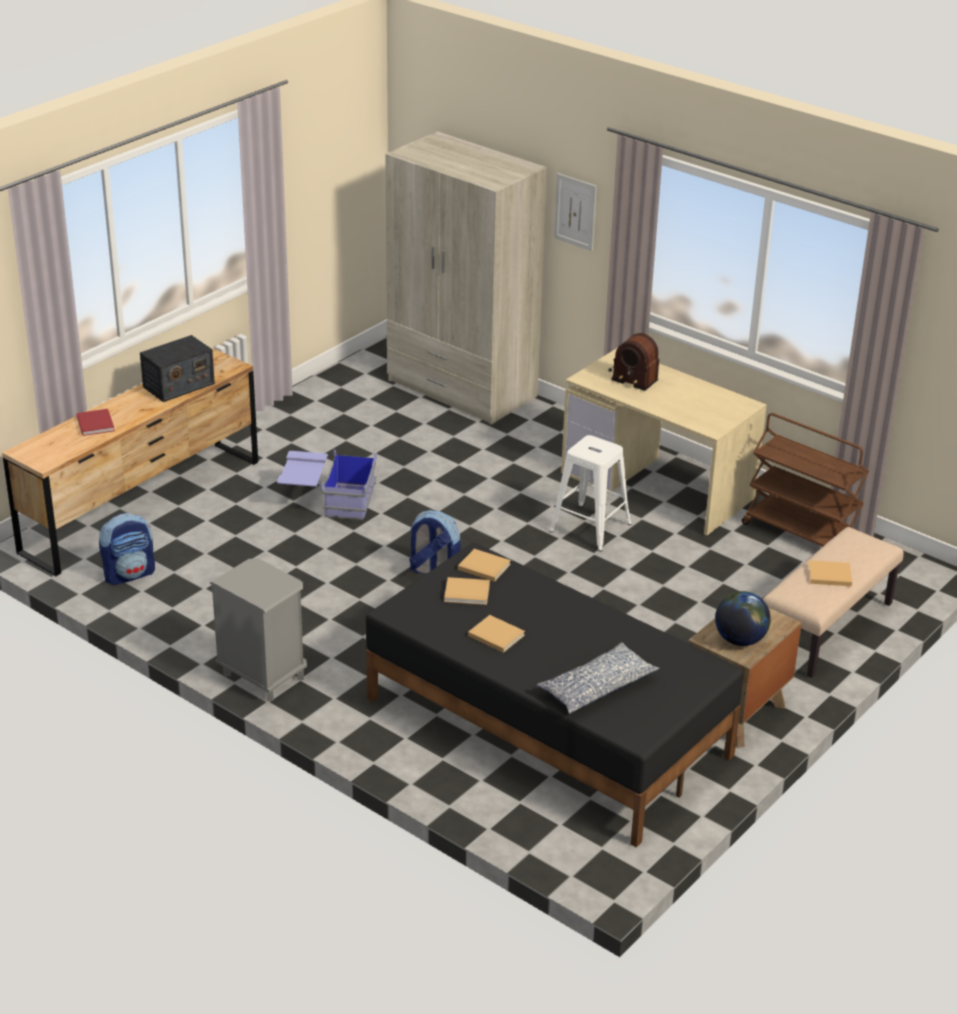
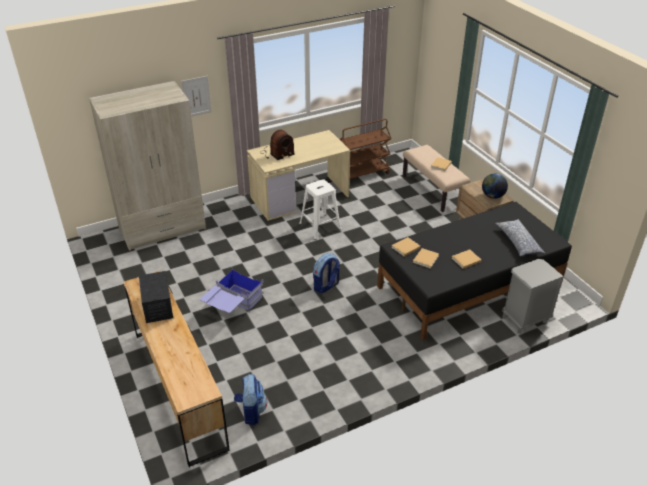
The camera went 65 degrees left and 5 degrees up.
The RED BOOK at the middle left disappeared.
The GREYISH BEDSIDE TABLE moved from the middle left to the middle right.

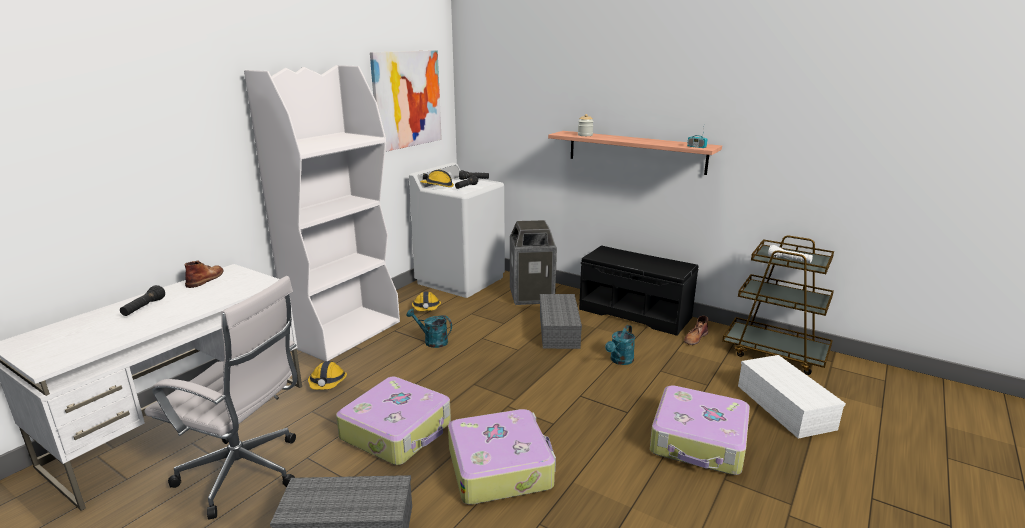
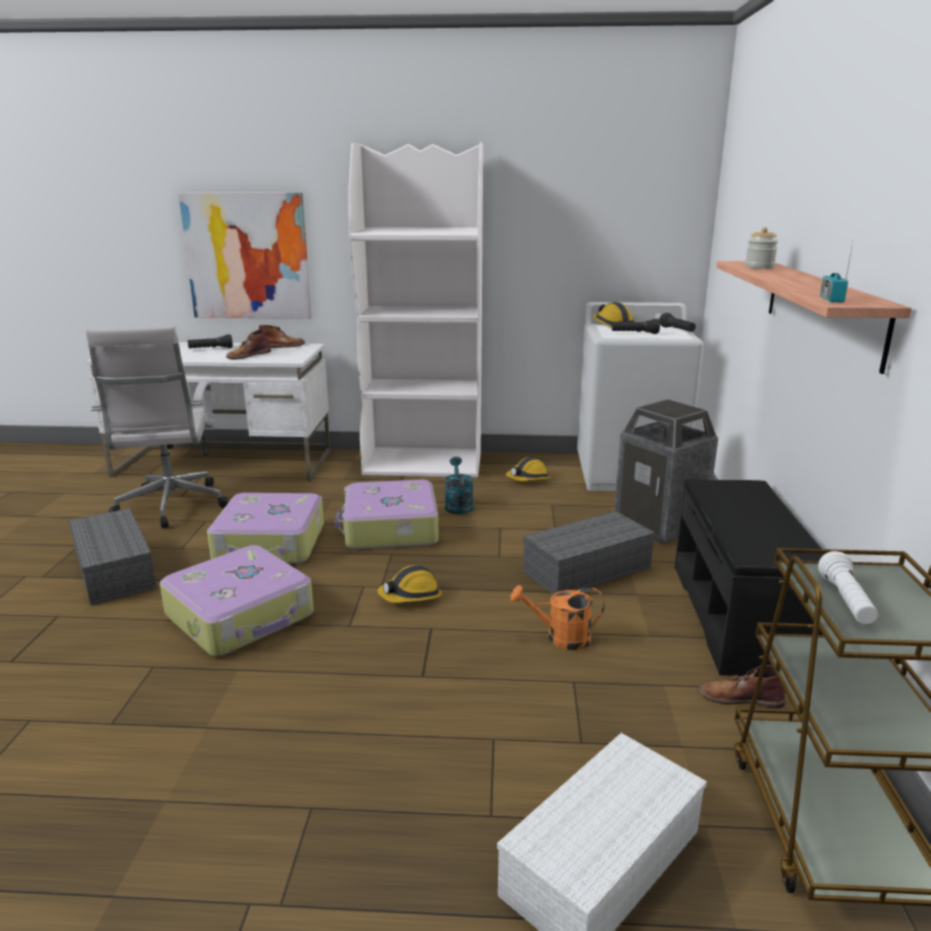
The camera went 60 degrees right and 0 degrees up.
The BROWNISH HIGH-TOP BOOT (no. 1 from left) at the middle left appeared.
The HARD HAT (no. 1 from left) moved from the bottom left to the centre.
The PICTURE moved from the top centre to the top left.
The TRAVEL CASE (no. 3 from left) moved from the bottom right to the centre.
The TURQUOISE WATERING POT (no. 2 from left) at the centre became the ORANGE WATERING POT at the centre.

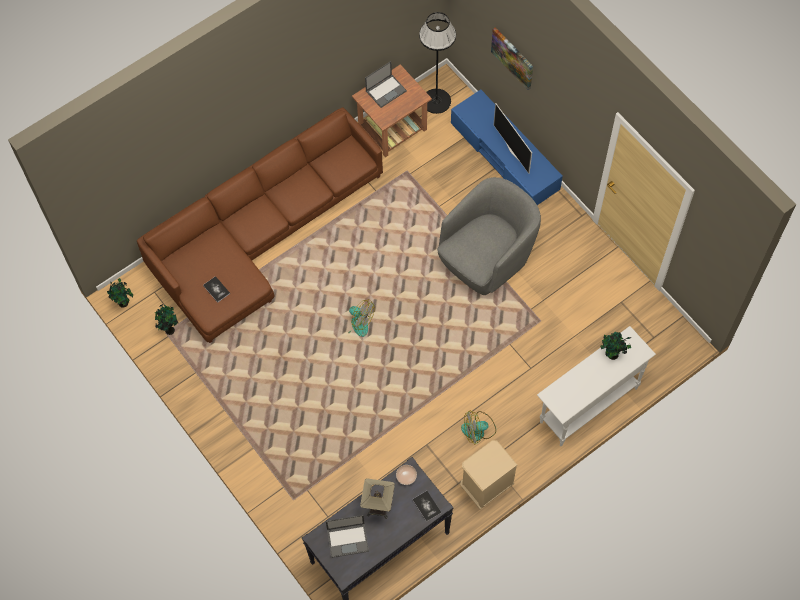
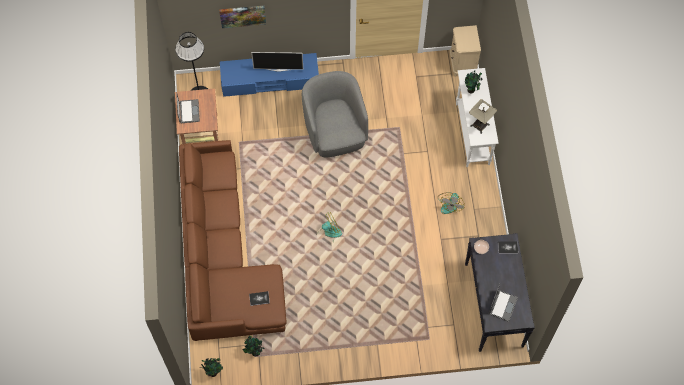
The camera went 60 degrees left and 0 degrees up.
The TABLE LAMP moved from the bottom centre to the top right.
The BEIGE-COLOURED BEDSIDE TABLE moved from the bottom centre to the top right.

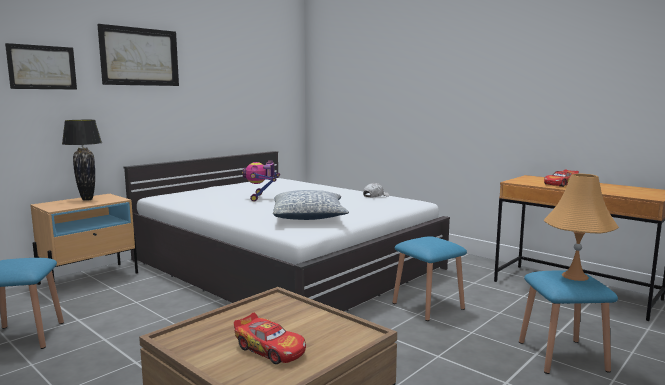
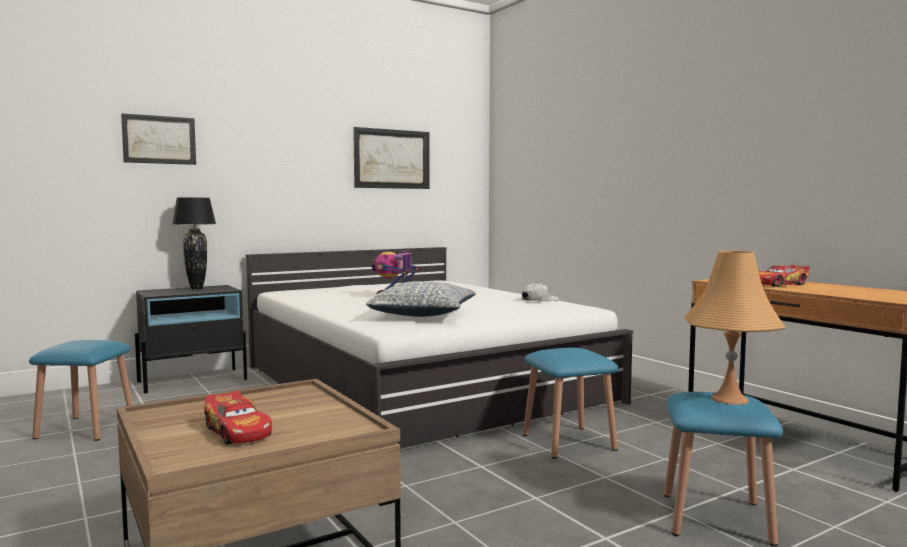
The camera went 15 degrees right and 5 degrees down.
The PICTURE (no. 2 from left) moved from the top left to the top centre.
The BEIGE-COLOURED BEDSIDE TABLE at the middle left became the BLACK-COLOURED BEDSIDE TABLE at the middle left.

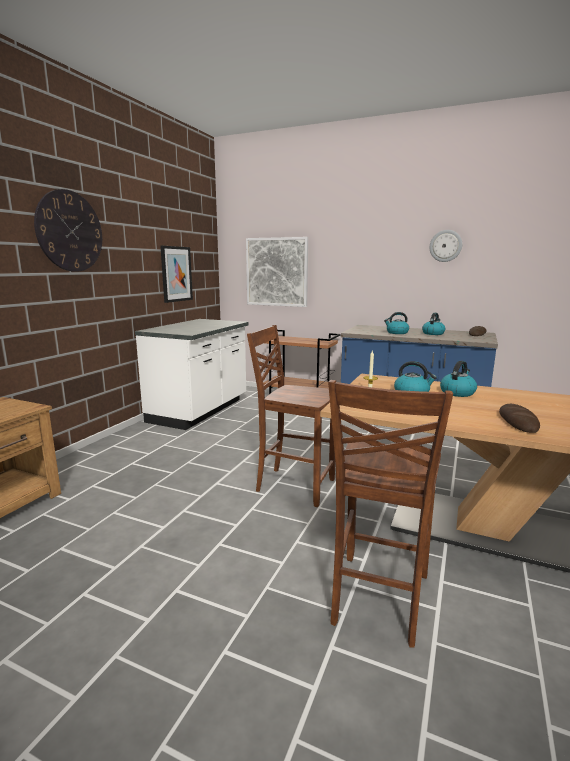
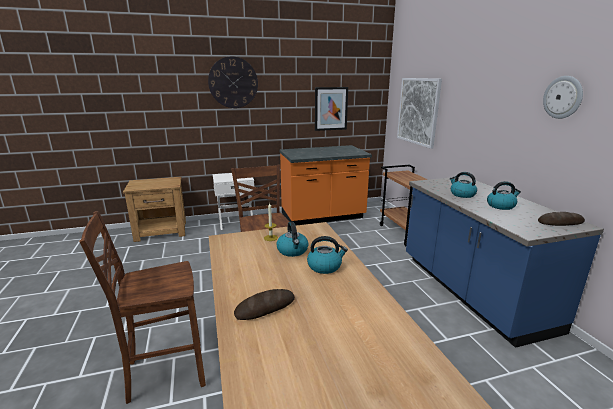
The camera went 50 degrees right and 5 degrees up.
The WHITE-COLOURED BEDSIDE TABLE at the centre appeared.
The WHITE-COLOURED KITCHEN BASE UNIT at the centre became the ORANGE KITCHEN BASE UNIT at the centre.

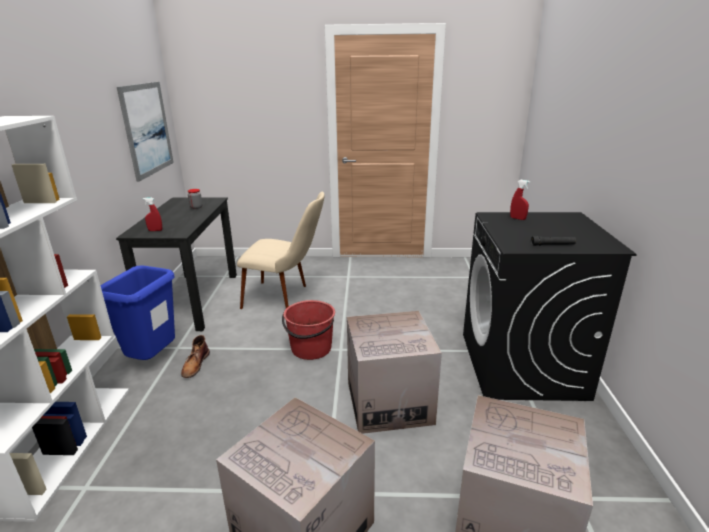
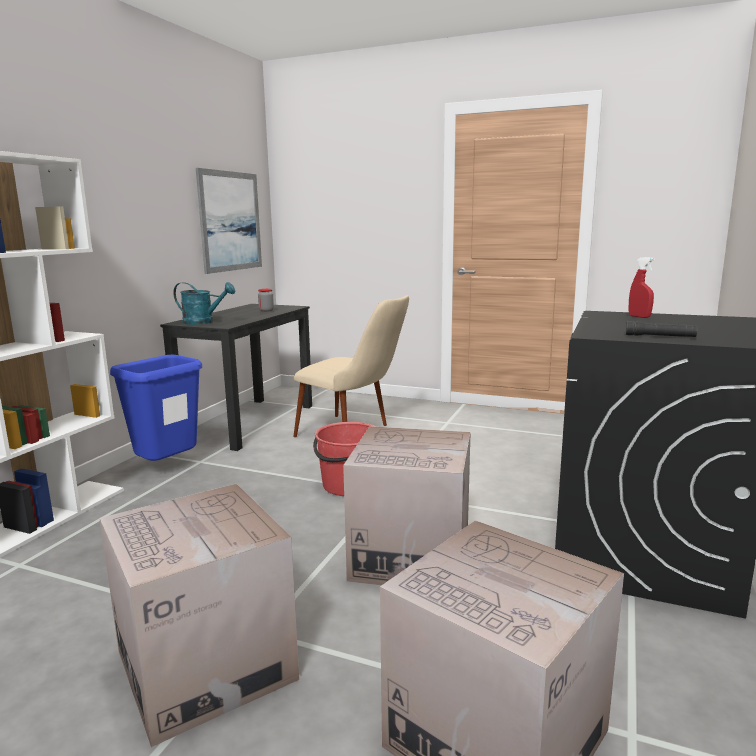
The camera went 20 degrees right and 10 degrees down.
The BROWNISH HIGH-TOP BOOT at the bottom left disappeared.
The RED SPRAYER (no. 1 from left) at the middle left was replaced by the TURQUOISE WATERING POT at the middle left.

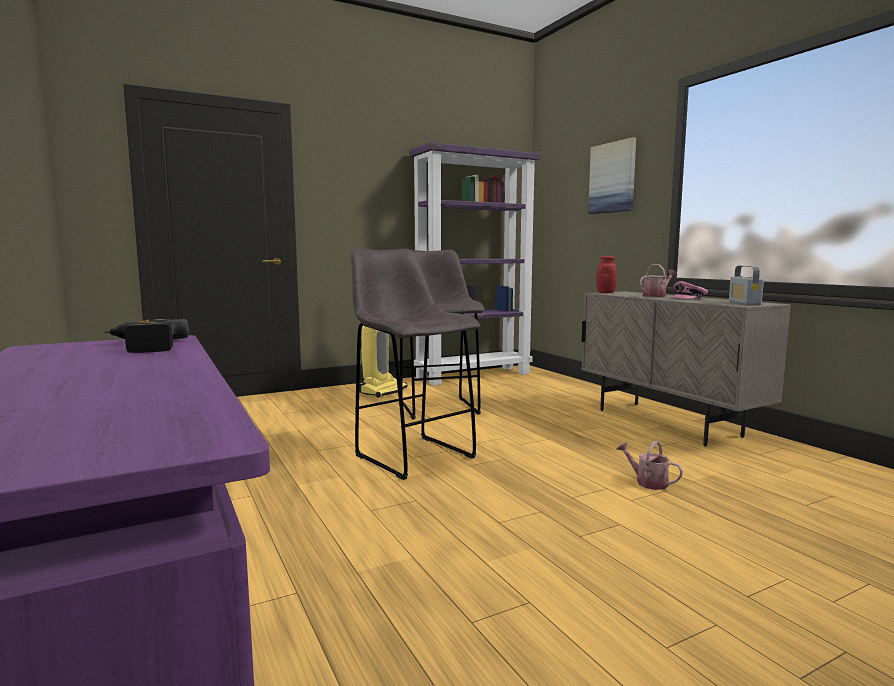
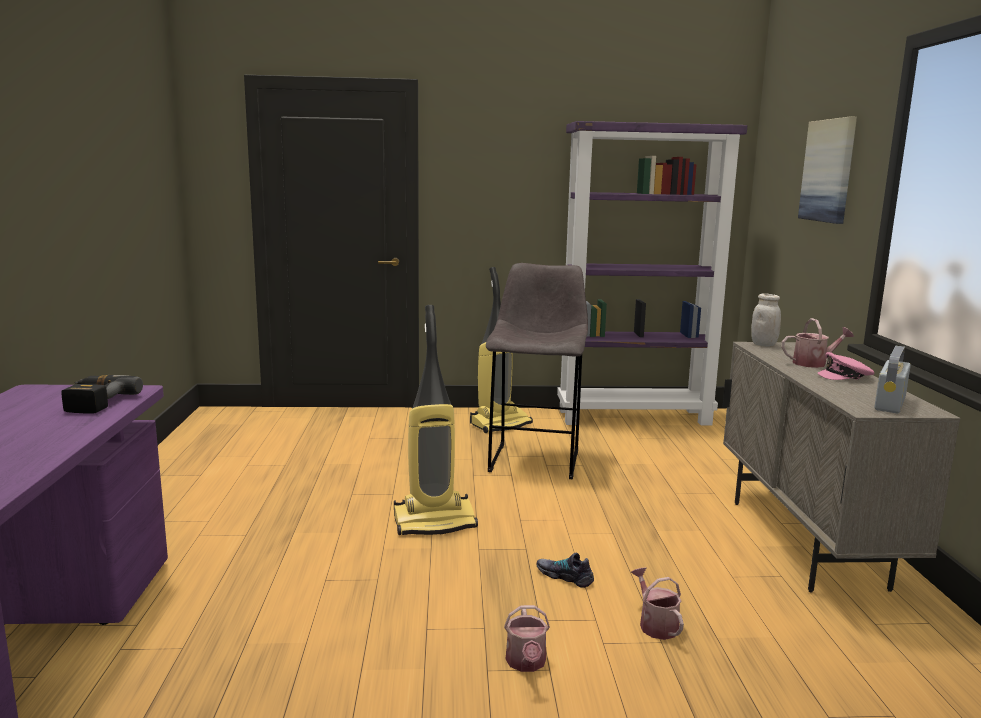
The camera went 25 degrees right and 5 degrees up.
The WATERING POT (no. 1 from left) at the bottom centre appeared.
The LOW SHOE at the bottom centre appeared.
The GREYISH SITTING STOOL (no. 1 from left) at the centre was replaced by the VACUUM (no. 1 from left) at the centre.
The RED PRESERVE JAR at the middle right became the WHITE-COLOURED PRESERVE JAR at the middle right.

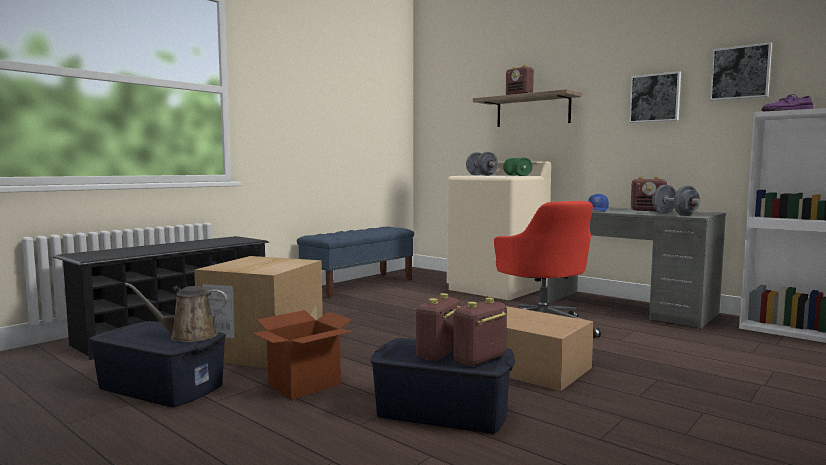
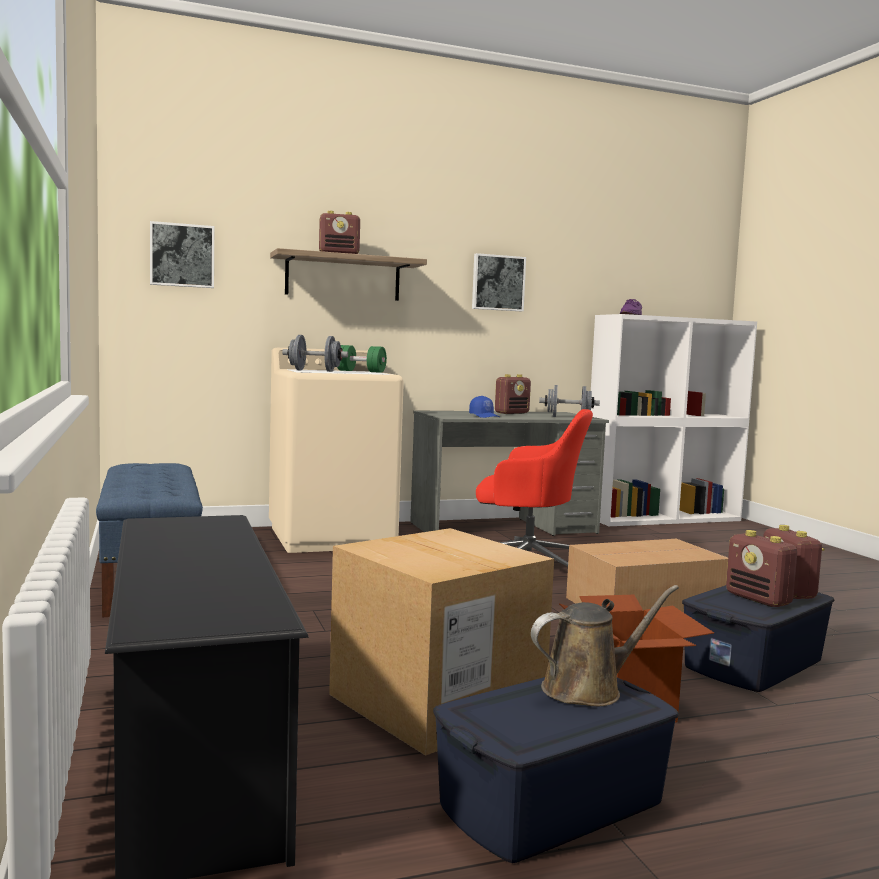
The camera went 60 degrees left and 0 degrees up.
The PICTURE (no. 2 from left in the first image) moved from the top right to the top left.
The BROWNISH WATERING POT at the bottom left turned 135 degrees counterclockwise.

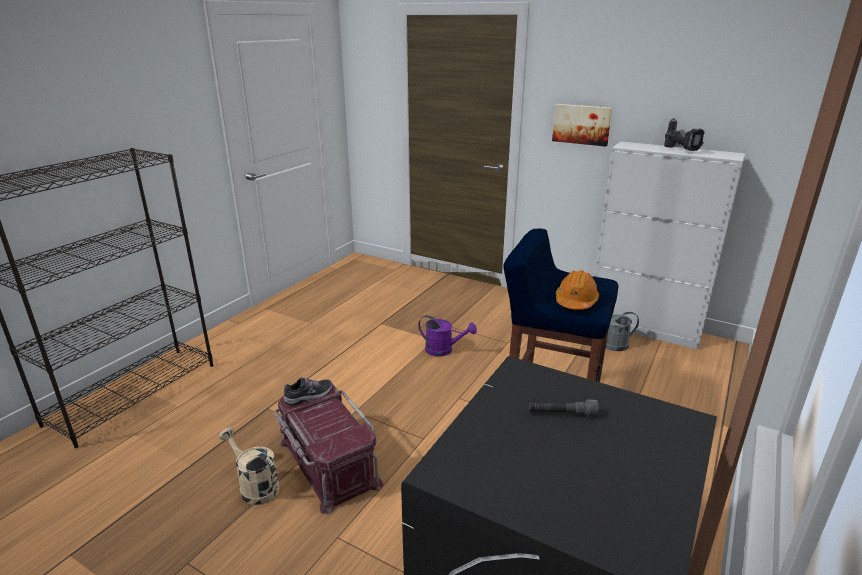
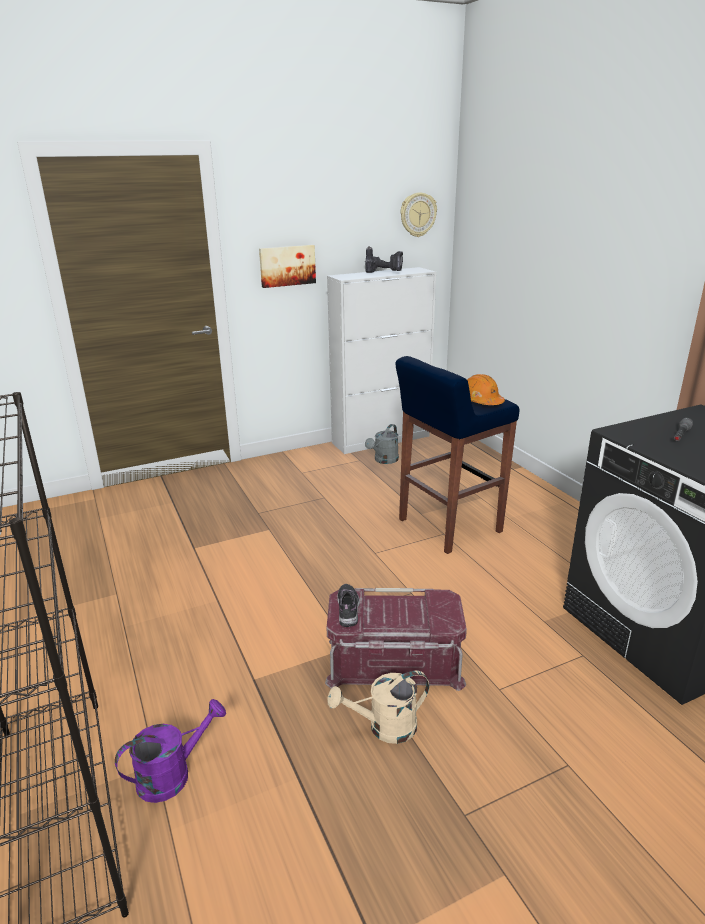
The camera went 55 degrees left and 0 degrees up.
The WALL CLOCK at the top centre appeared.
The PURPLE WATERING POT moved from the centre to the bottom left.

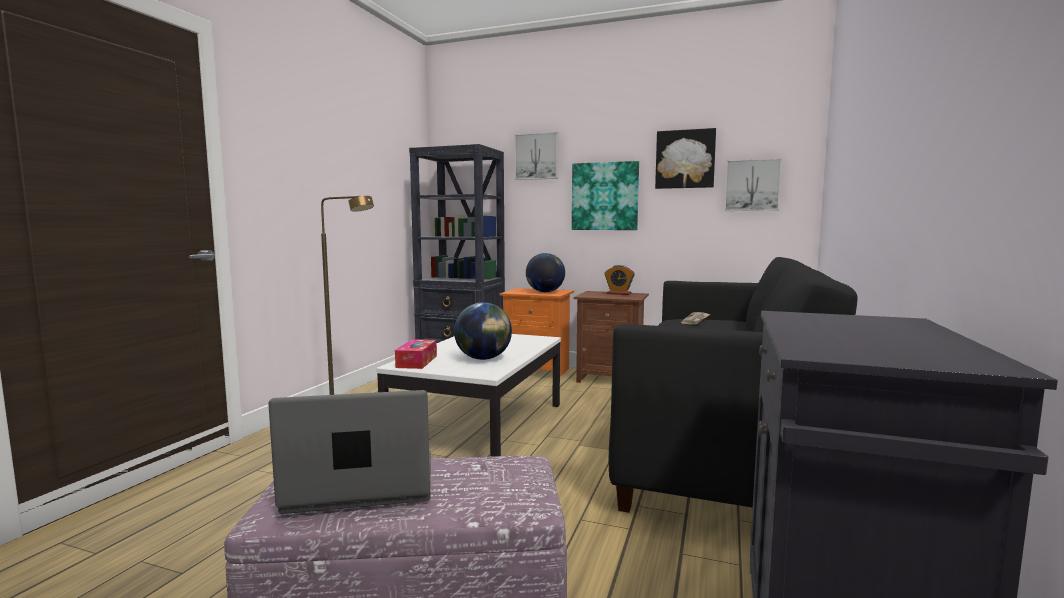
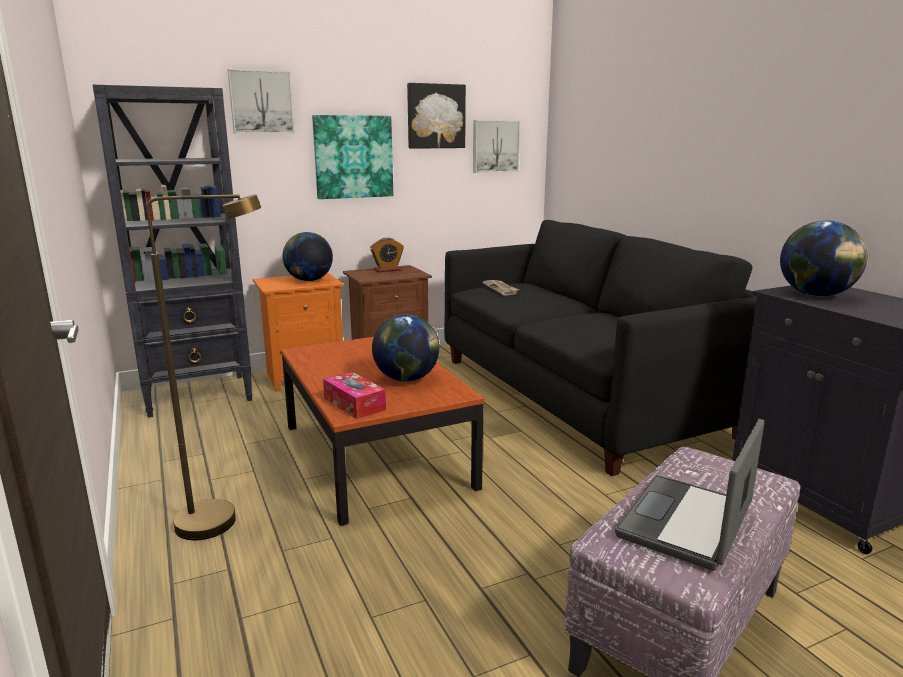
The camera went 45 degrees left and 10 degrees up.
The WORLD GLOBE (no. 3 from left) at the middle right appeared.
The WHITE-COLOURED LOW TABLE at the centre became the BROWNISH LOW TABLE at the centre.

